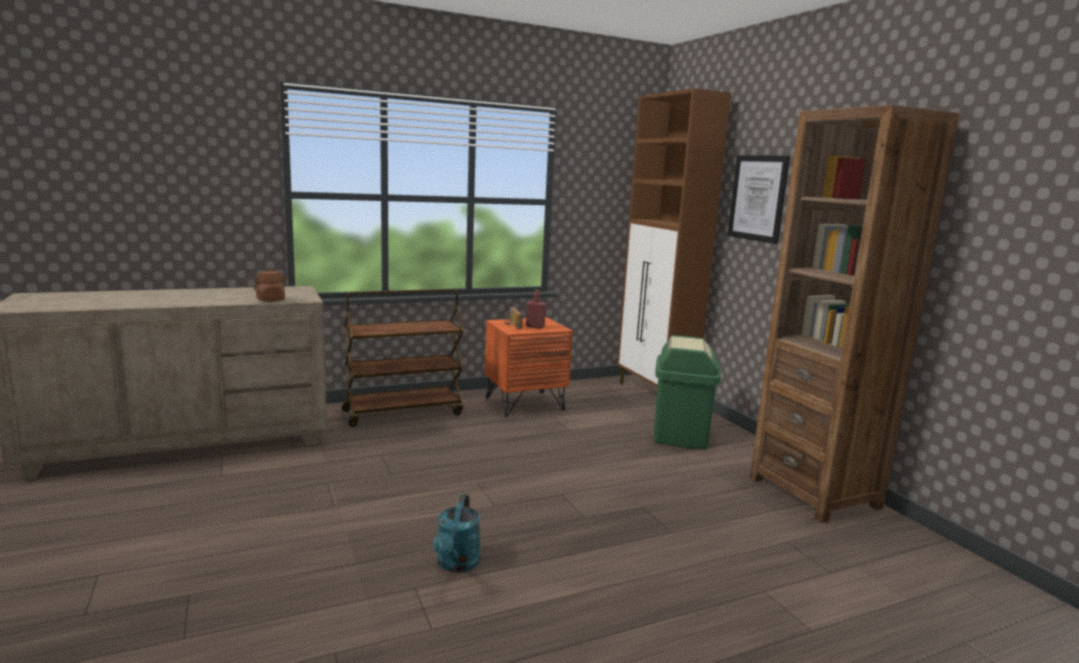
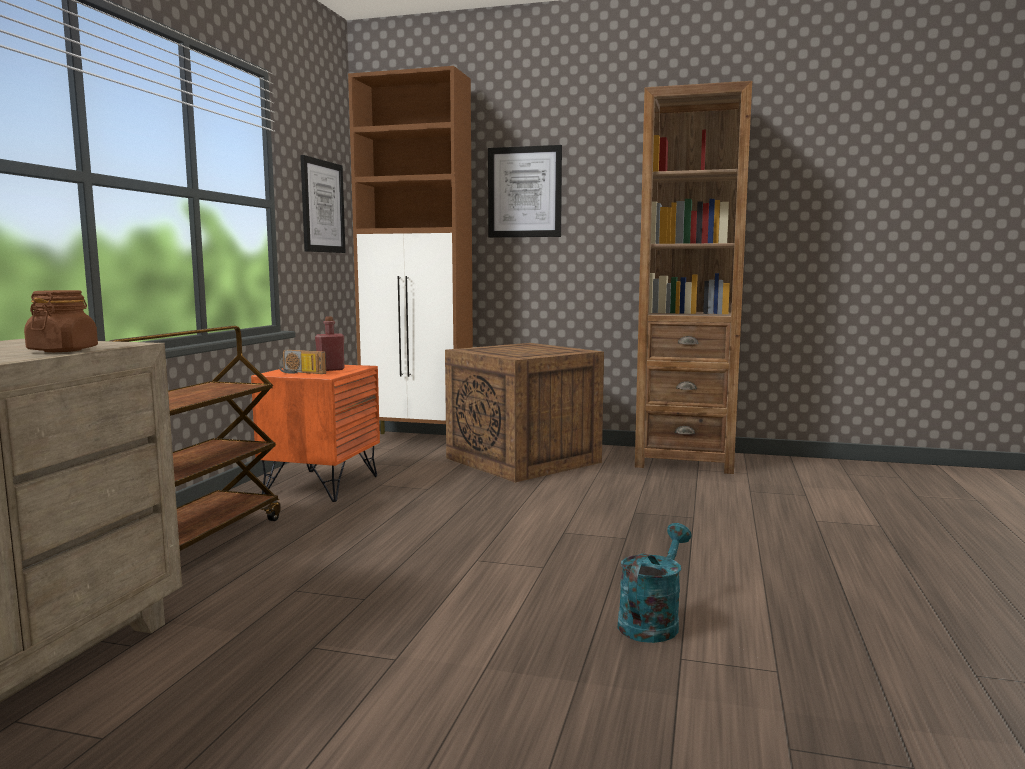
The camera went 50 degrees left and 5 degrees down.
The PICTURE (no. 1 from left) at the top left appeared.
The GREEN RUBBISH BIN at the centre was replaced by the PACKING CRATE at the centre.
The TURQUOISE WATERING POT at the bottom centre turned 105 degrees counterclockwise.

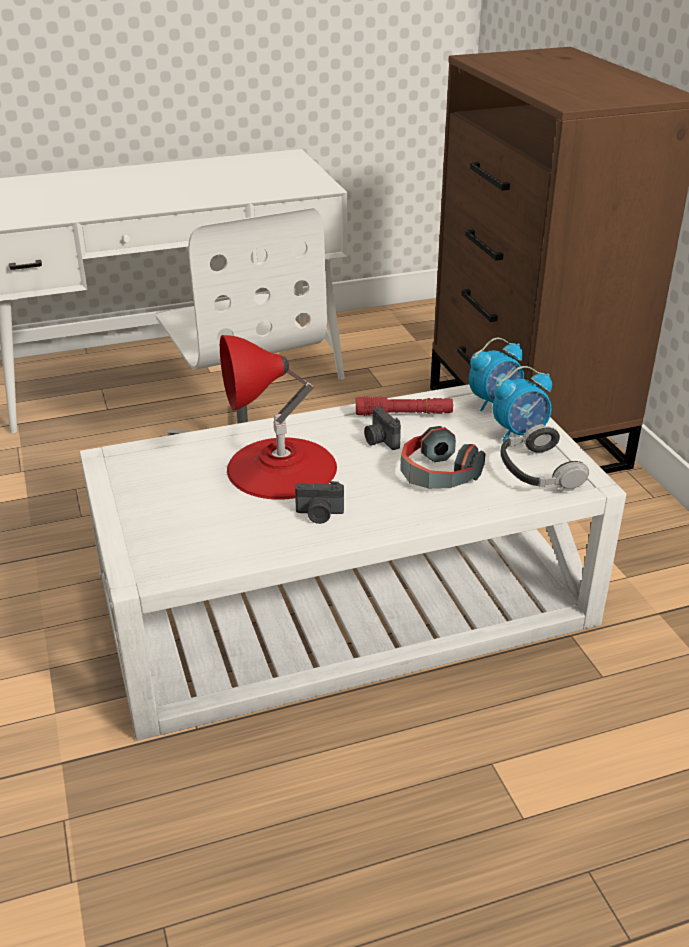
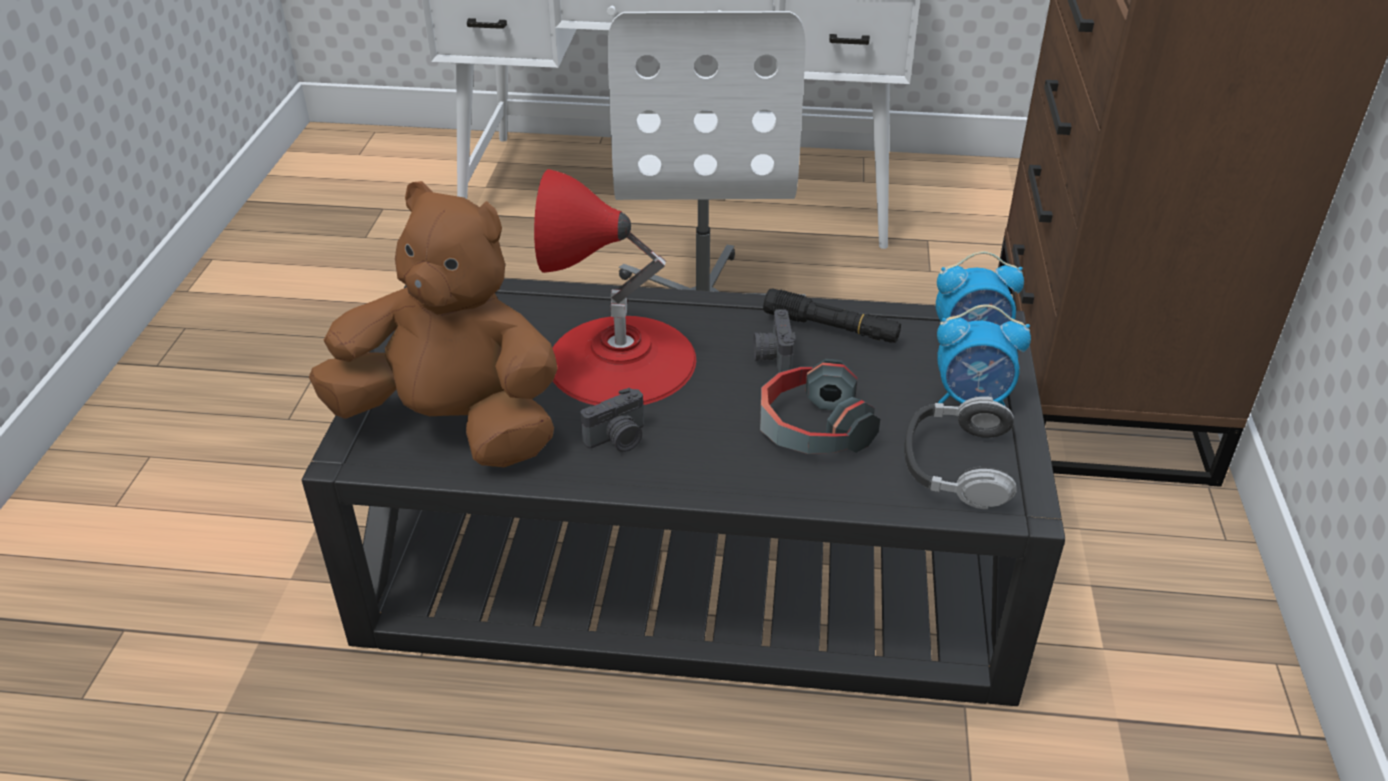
The camera went 25 degrees right and 5 degrees up.
The BROWNISH PLUSH TOY at the middle left appeared.
The WHITE-COLOURED LOW TABLE at the centre became the BLACK-COLOURED LOW TABLE at the centre.
The RED HAND TORCH at the centre became the BLACK-COLOURED HAND TORCH at the centre.
The PHOTO CAMERA (no. 1 from left) at the centre turned 60 degrees counterclockwise.

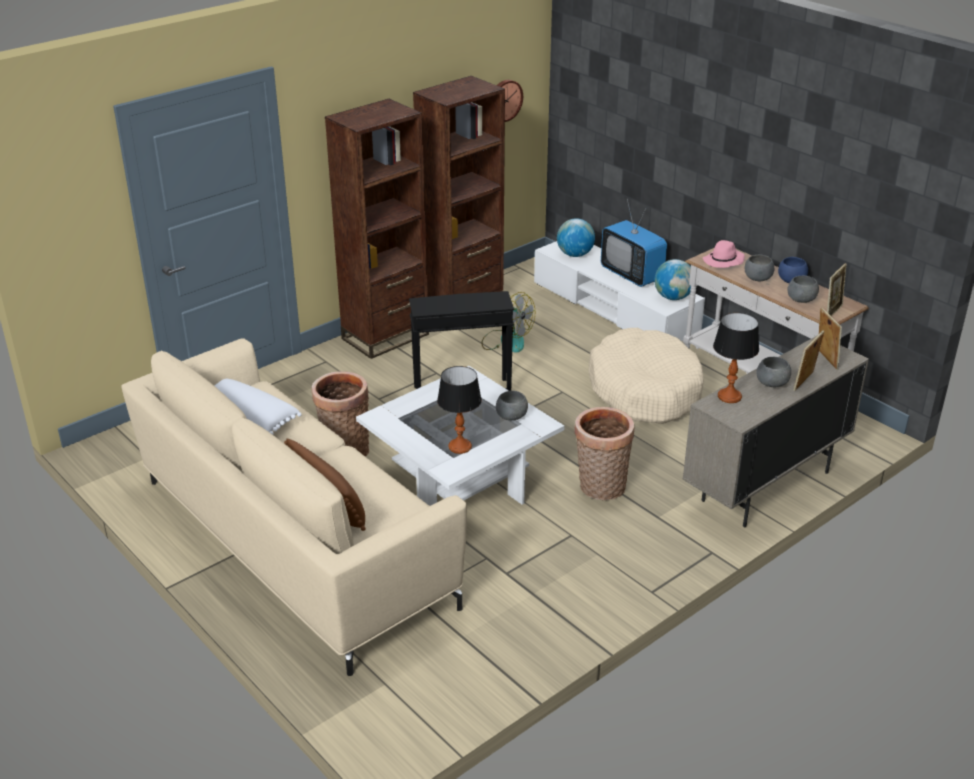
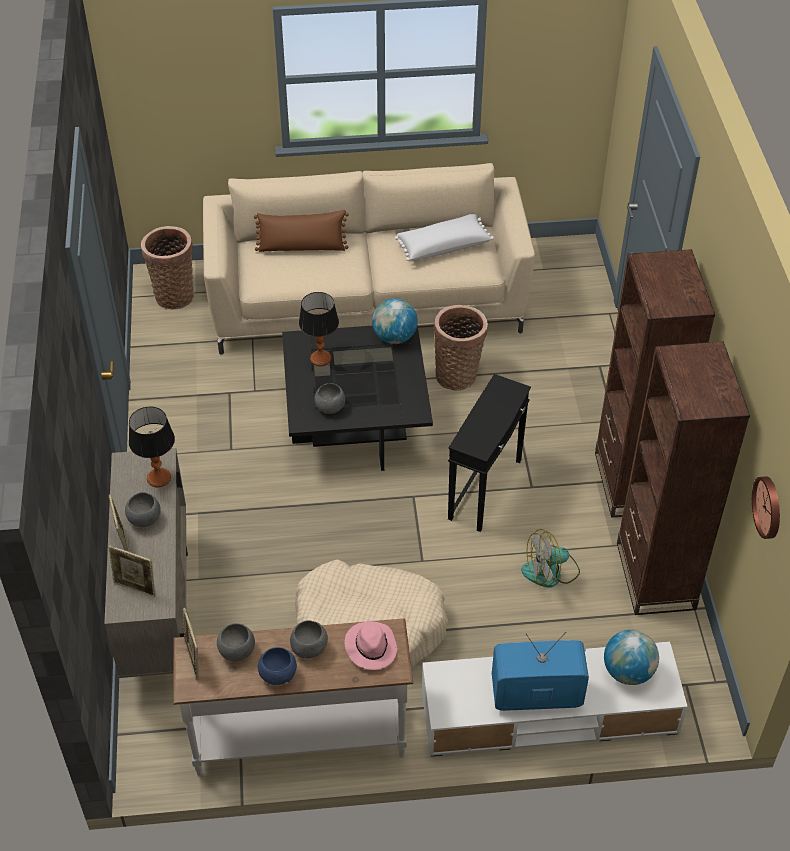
The camera went 125 degrees right and 15 degrees up.
The STORAGE BASKET (no. 2 from left in the first image) moved from the centre to the top left.
The WORLD GLOBE (no. 2 from left in the first image) moved from the middle right to the centre.
The WHITE-COLOURED LOW TABLE at the centre became the BLACK-COLOURED LOW TABLE at the centre.

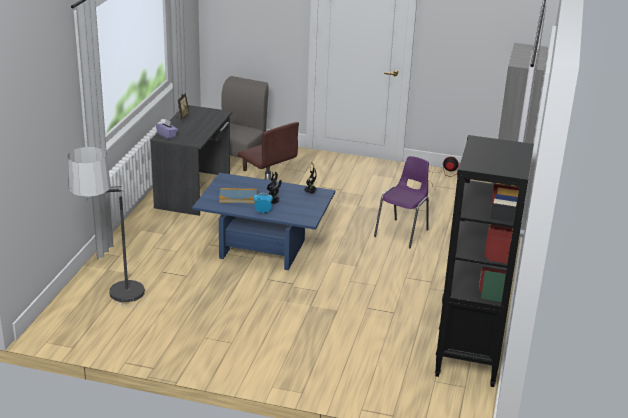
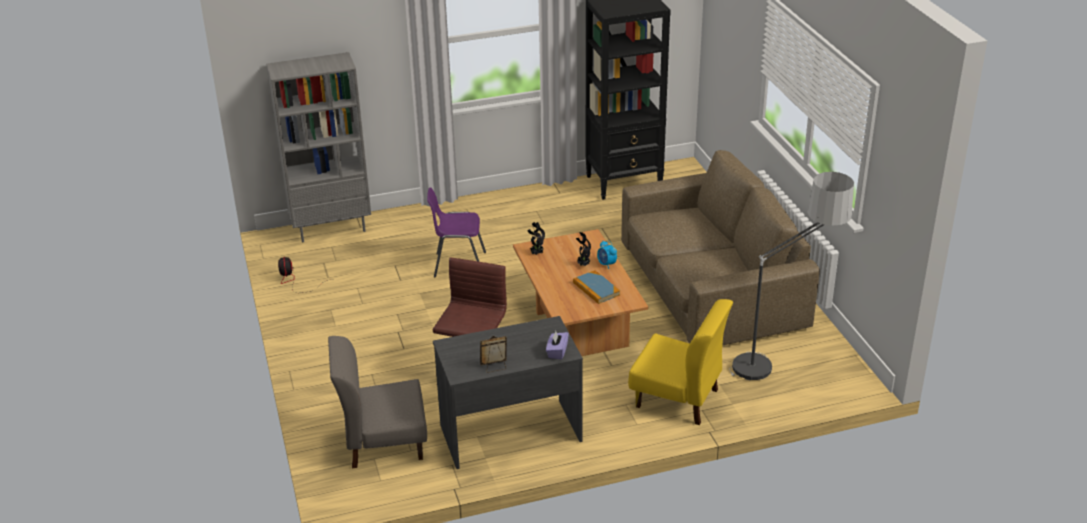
The camera went 120 degrees left and 5 degrees up.
The BROWNISH SOFA at the centre appeared.
The YELLOW PLAIN CHAIR at the bottom centre appeared.
The BLUE-COLOURED LOW TABLE at the centre became the BROWNISH LOW TABLE at the centre.

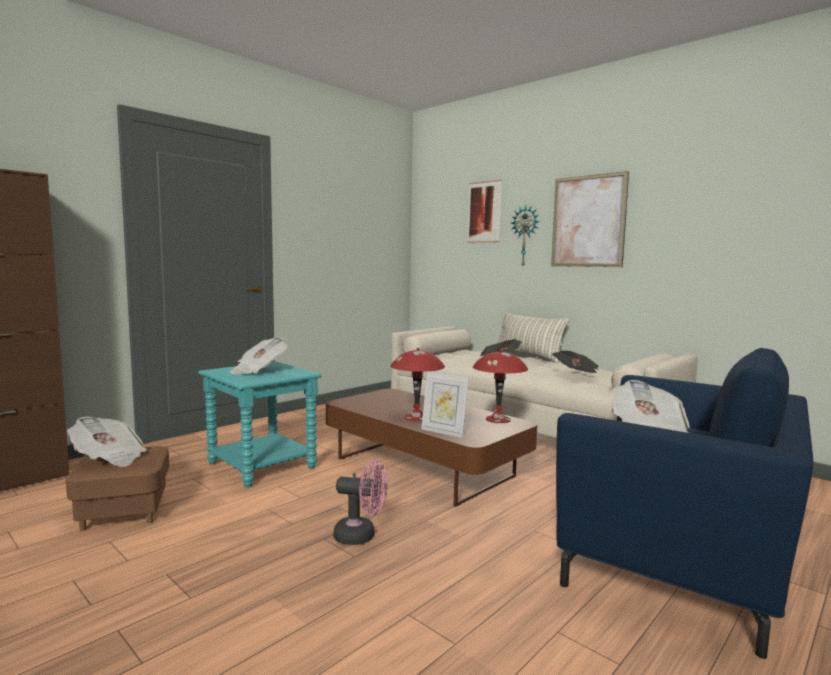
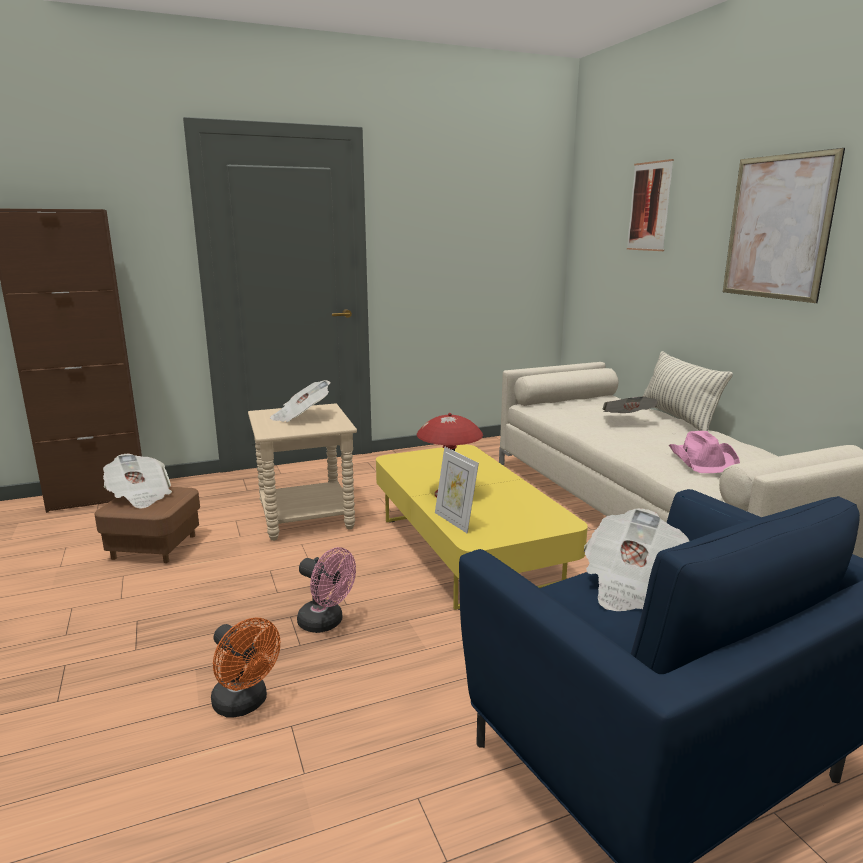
The camera went 25 degrees right and 10 degrees up.
The RED TABLE LAMP (no. 2 from left) at the centre disappeared.
The WALL CLOCK at the centre disappeared.
The ORANGE FAN at the bottom left appeared.
The DAILY PAPER (no. 4 from left) at the middle right was replaced by the PINK-COLOURED WEARABLE HAT at the middle right.
The TURQUOISE SIDE TABLE at the middle left became the BEIGE-COLOURED SIDE TABLE at the centre.
The BROWNISH LOW TABLE at the centre became the YELLOW LOW TABLE at the centre.

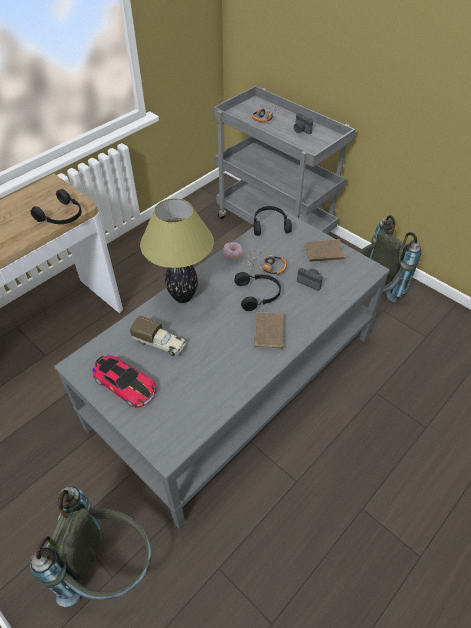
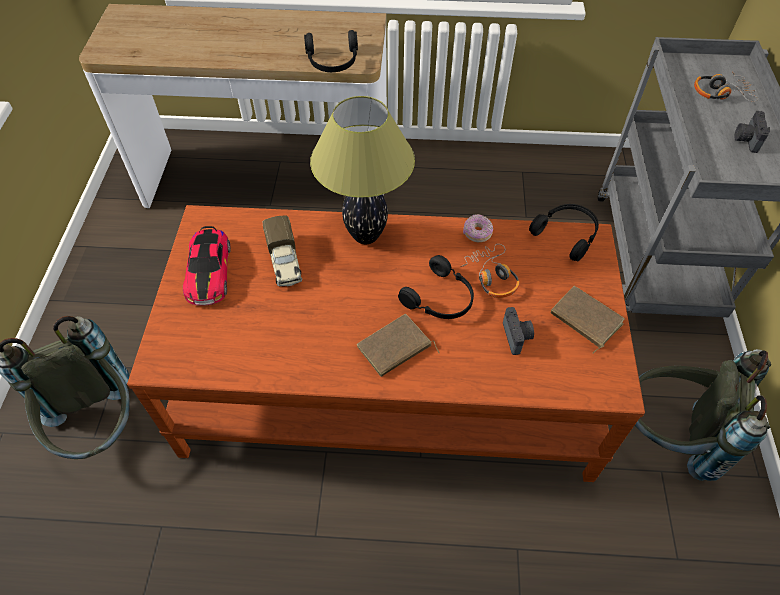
The camera went 50 degrees right and 5 degrees up.
The GREYISH LOW TABLE at the centre became the BROWNISH LOW TABLE at the centre.

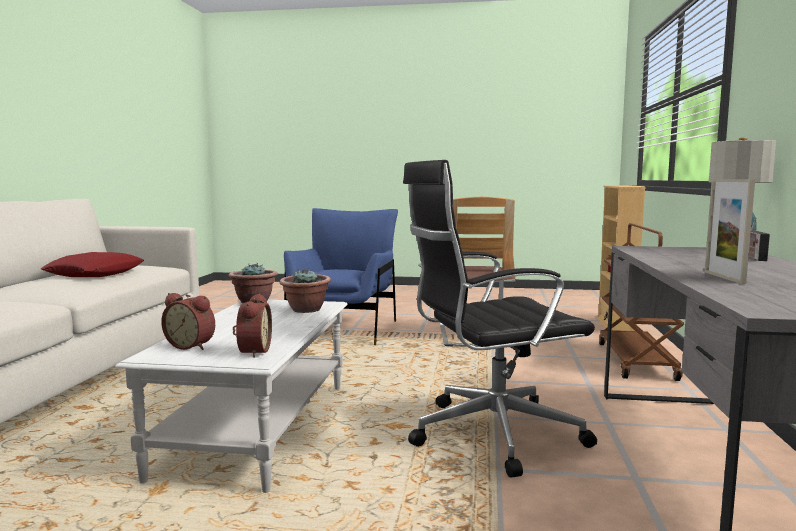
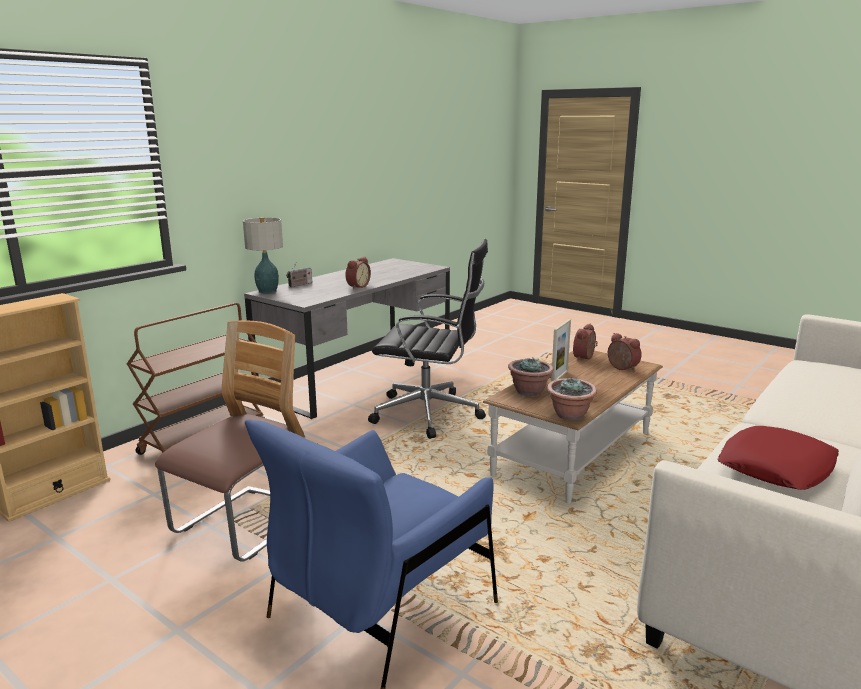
The camera went 150 degrees left and 10 degrees up.
The ALARM CLOCK (no. 1 from left) at the centre appeared.
The STANDING FRAME moved from the middle right to the centre.
The WHITE-COLOURED LOW TABLE at the bottom left became the BROWNISH LOW TABLE at the centre.

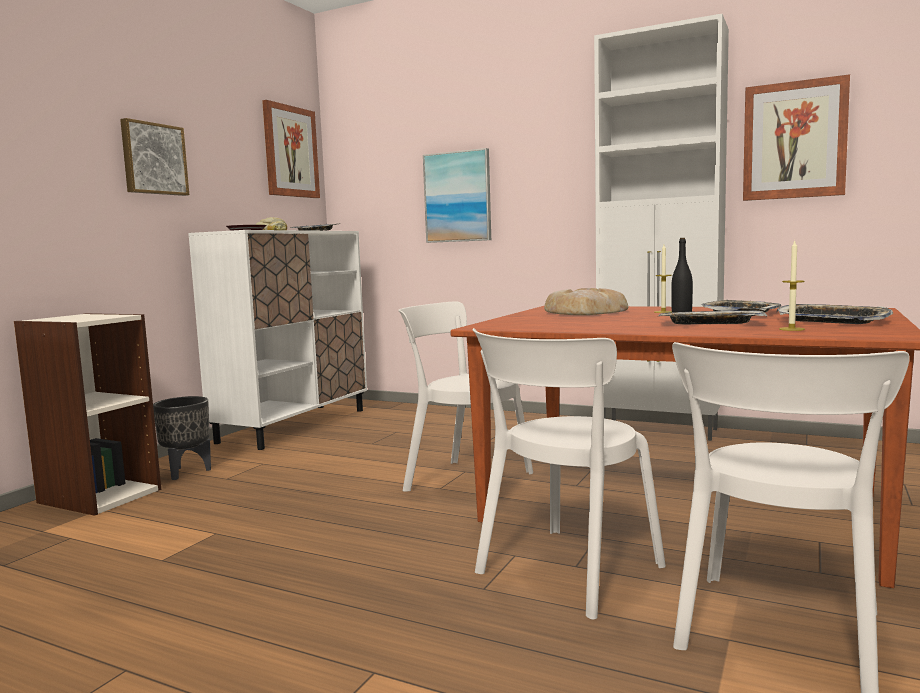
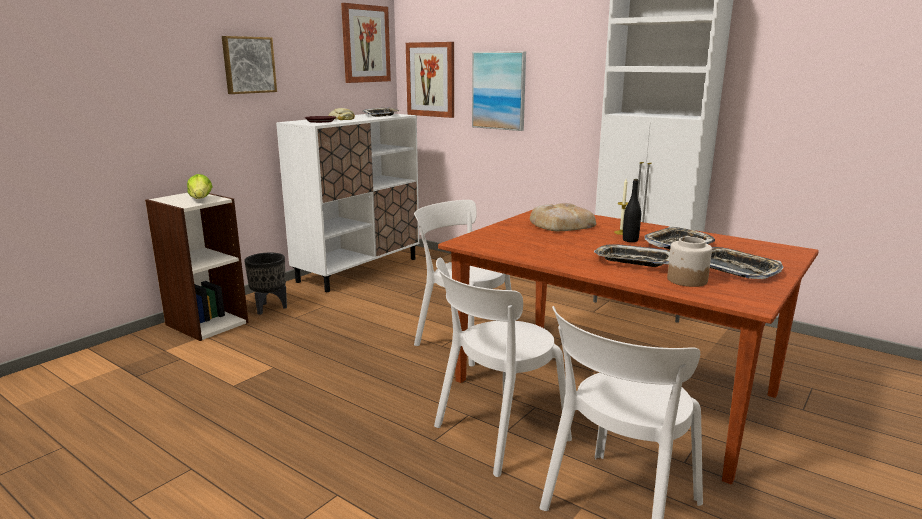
The camera went 10 degrees right and 10 degrees up.
The LETTUCE HEAD at the middle left appeared.
The PICTURE (no. 4 from left in the first image) moved from the top right to the top centre.
The WAX CANDLE (no. 2 from left) at the middle right was replaced by the PRESERVE JAR at the middle right.

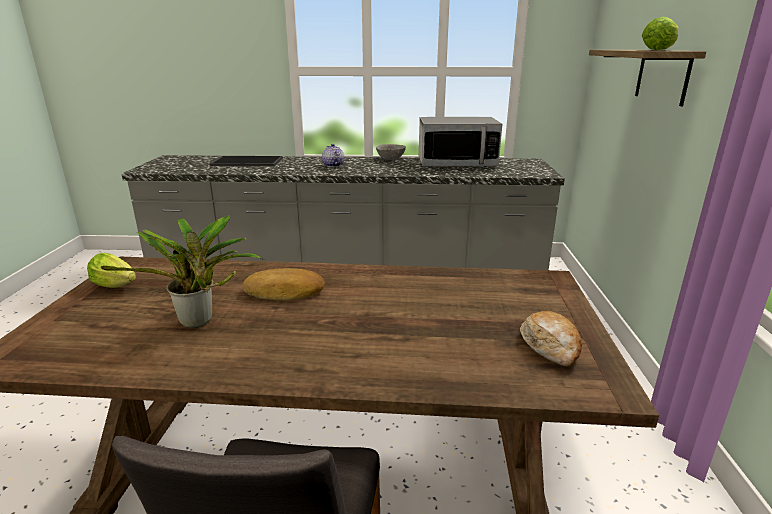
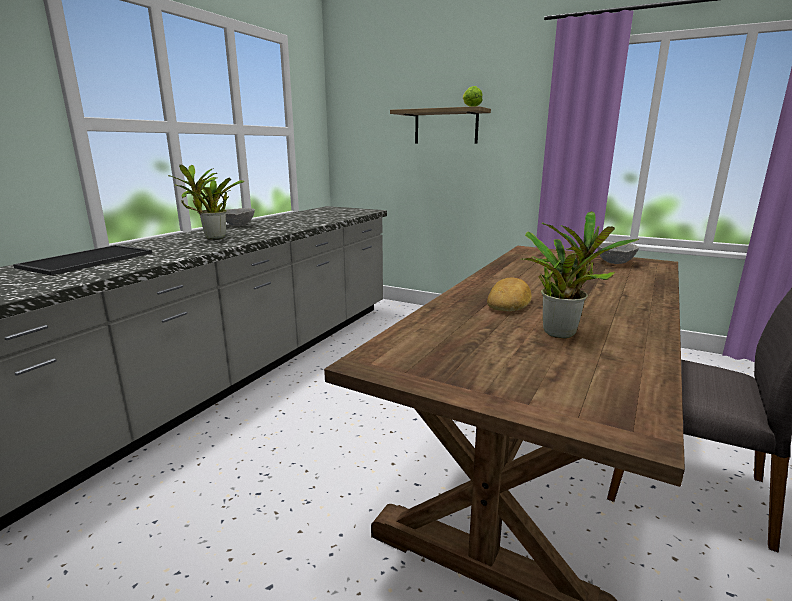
The camera went 65 degrees left and 5 degrees down.
The LETTUCE HEAD (no. 1 from left) at the middle left disappeared.
The MICROWAVE OVEN at the top centre disappeared.
The TEAPOT at the top centre was replaced by the PLANT IN A POT (no. 1 from left) at the middle left.
The BAKERY BREAD (no. 2 from left) at the middle right was replaced by the GREYISH DEEP DISH (no. 2 from left) at the middle right.

